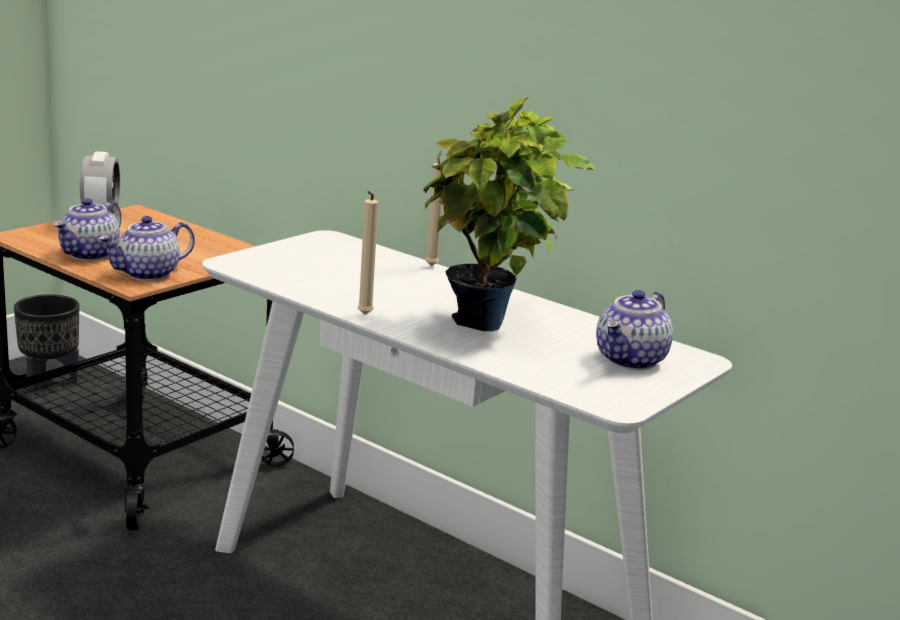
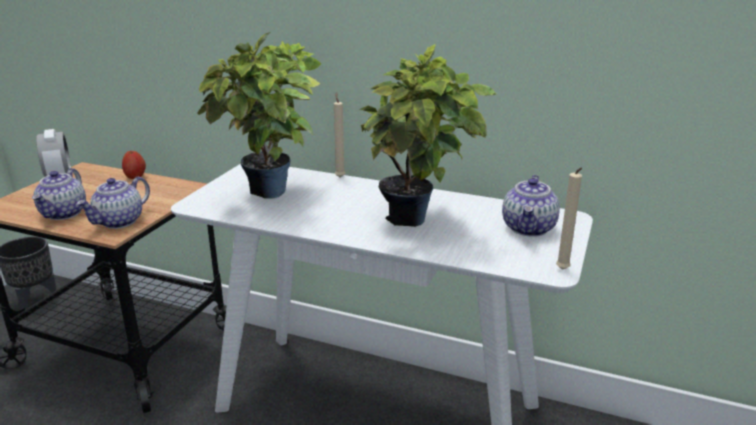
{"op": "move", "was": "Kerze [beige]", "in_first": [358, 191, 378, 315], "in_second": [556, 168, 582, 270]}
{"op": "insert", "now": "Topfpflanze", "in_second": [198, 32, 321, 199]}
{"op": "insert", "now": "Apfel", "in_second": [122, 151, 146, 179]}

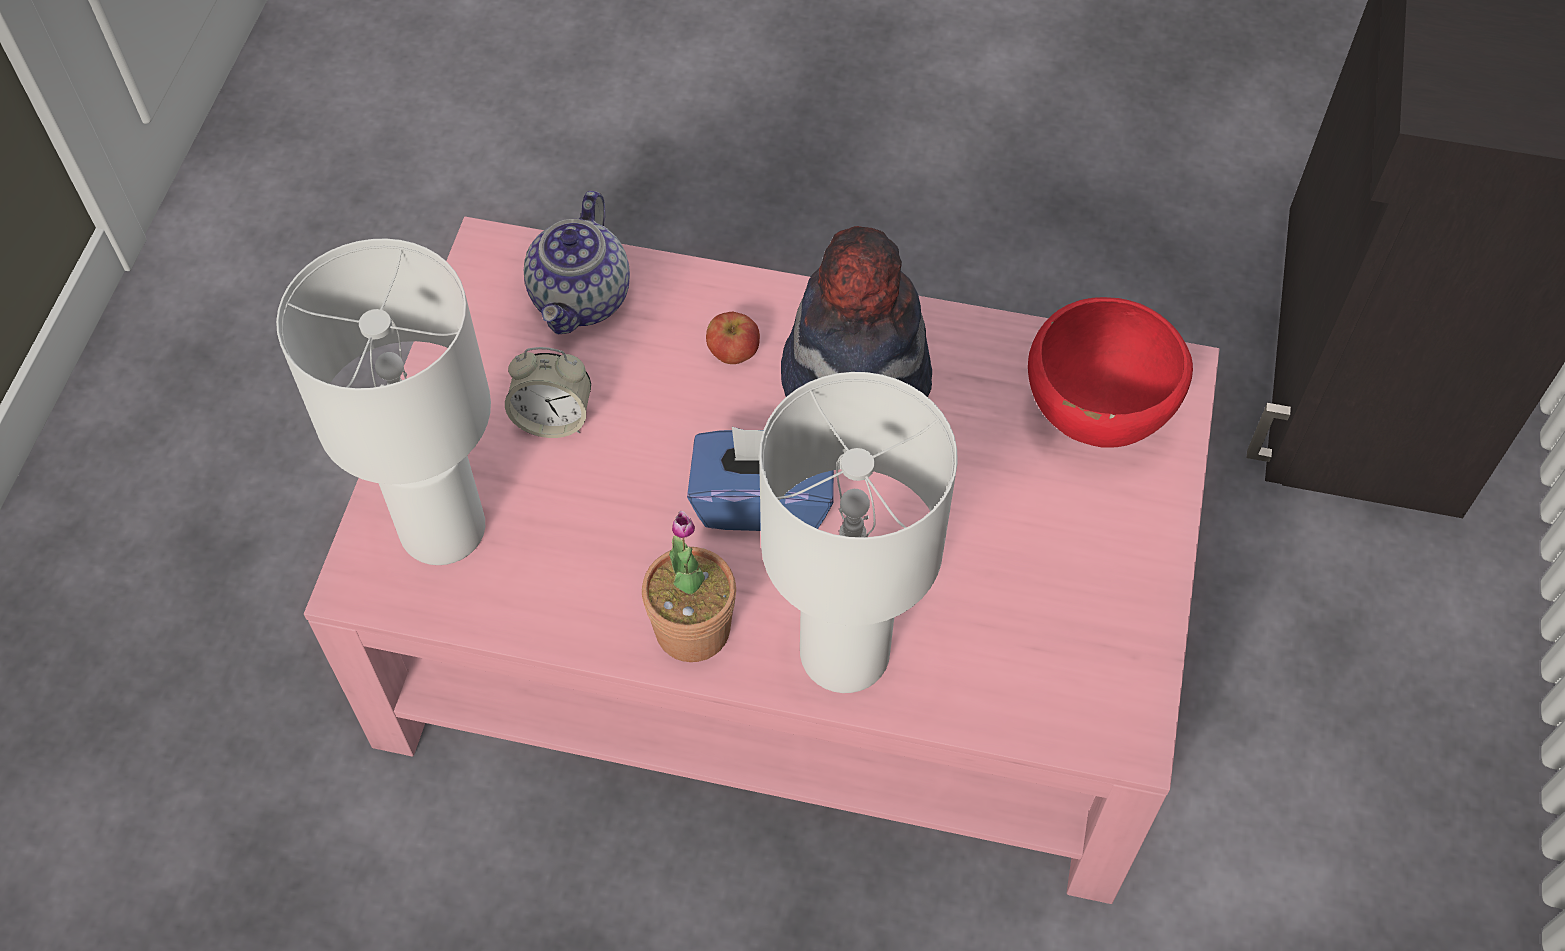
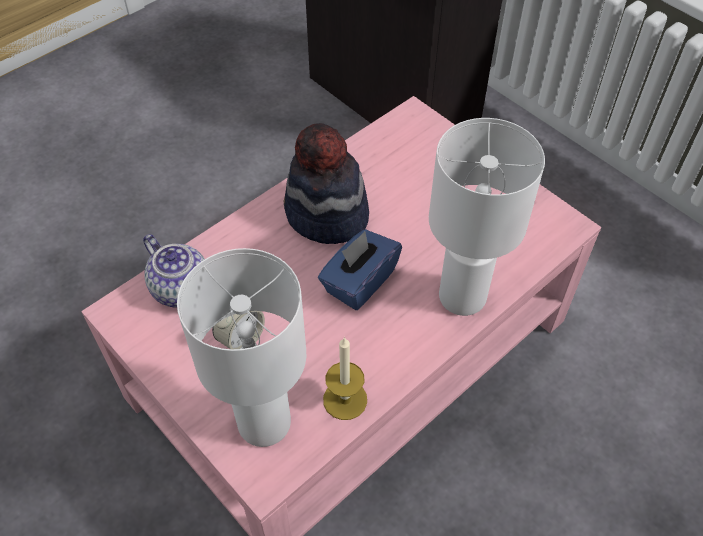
{"op": "delete", "was": "Schüssel [rot]", "in_first": [1028, 297, 1193, 448]}
{"op": "delete", "was": "Apfel", "in_first": [706, 312, 760, 364]}
{"op": "delete", "was": "Topfpflanze", "in_first": [642, 511, 736, 662]}
{"op": "insert", "now": "Kerze", "in_second": [323, 337, 367, 420]}

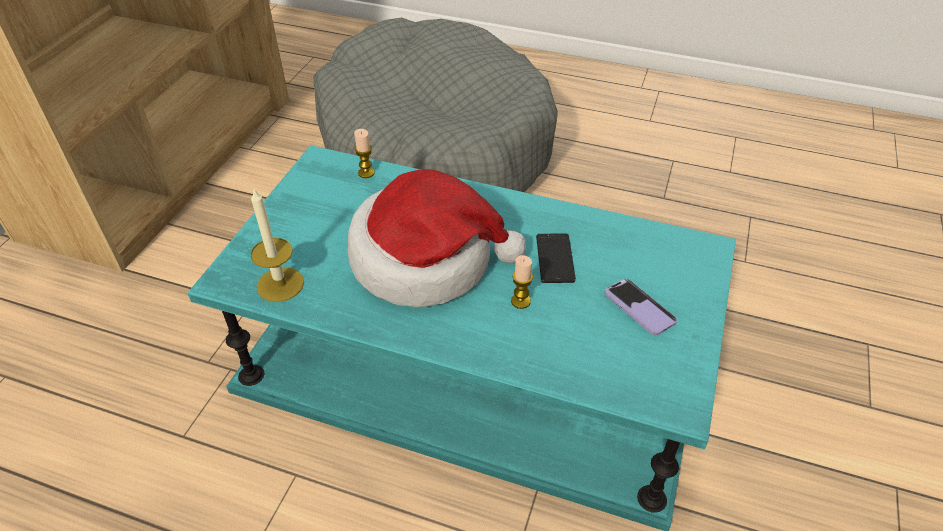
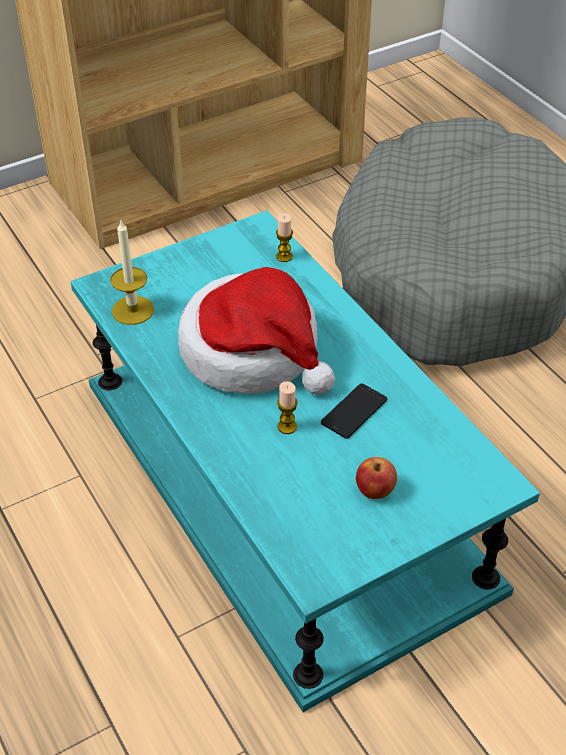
{"op": "replace", "was": "Handy", "now": "Apfel", "in_first": [605, 279, 677, 335], "in_second": [356, 457, 397, 499]}

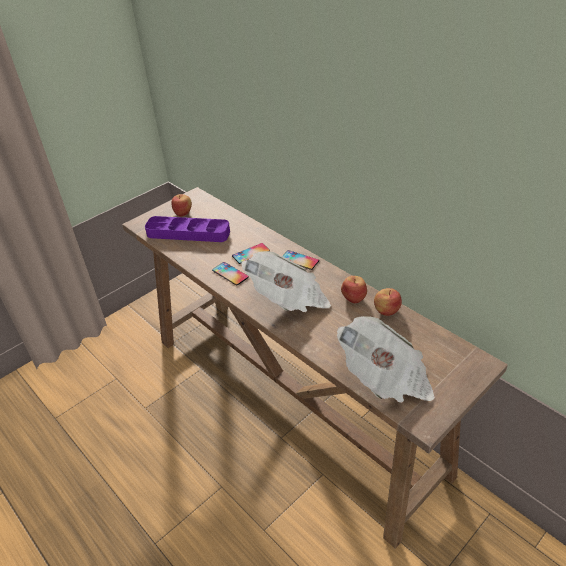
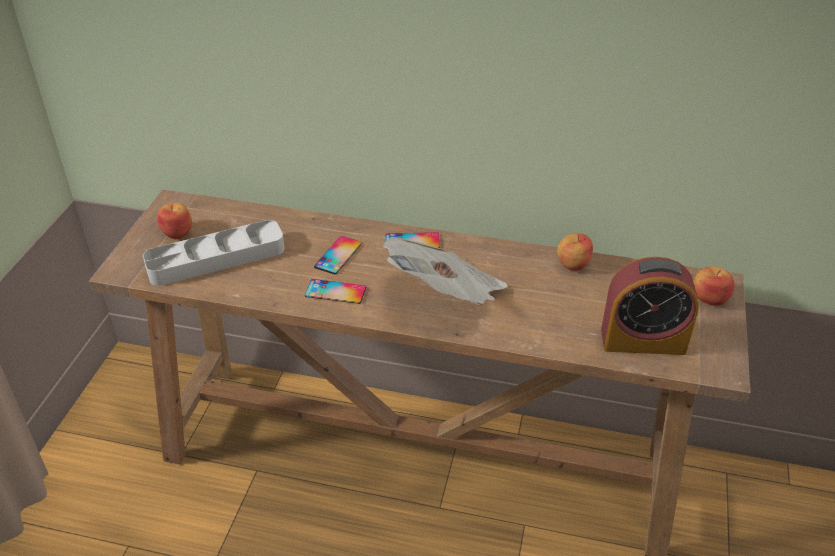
{"op": "recolor", "was": "Tablett [lila]", "now": "Tablett [grau]", "in_first": [145, 216, 230, 242], "in_second": [143, 220, 285, 286]}
{"op": "move", "was": "Apfel", "in_first": [341, 276, 367, 303], "in_second": [693, 266, 734, 306]}
{"op": "replace", "was": "Zeitung", "now": "Wecker", "in_first": [337, 316, 435, 403], "in_second": [601, 257, 699, 355]}

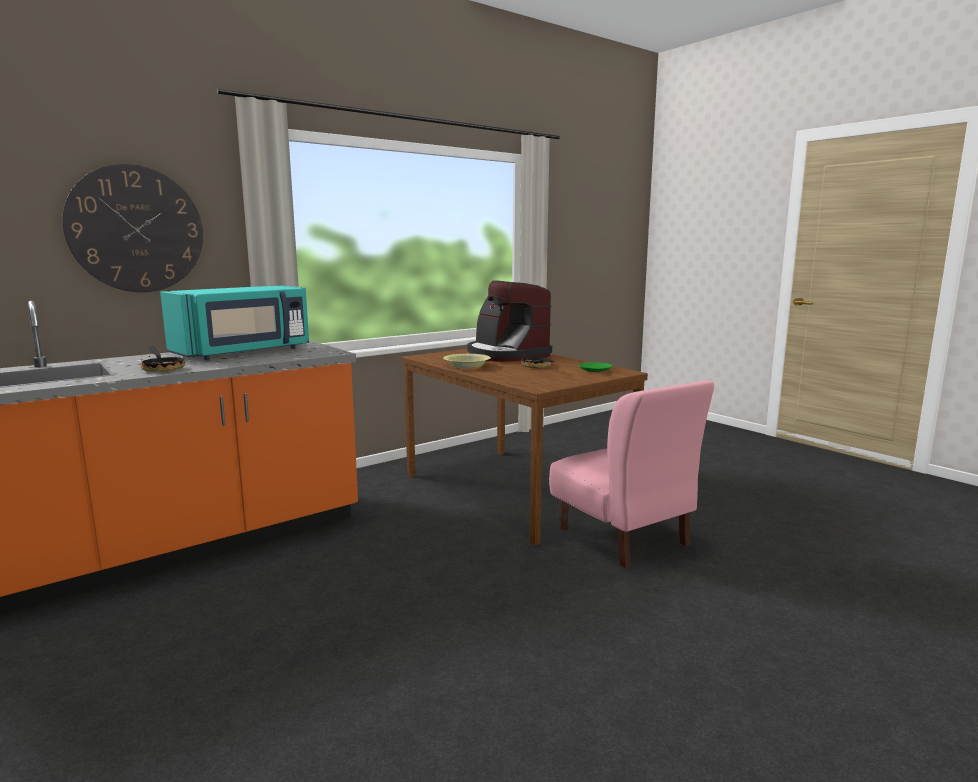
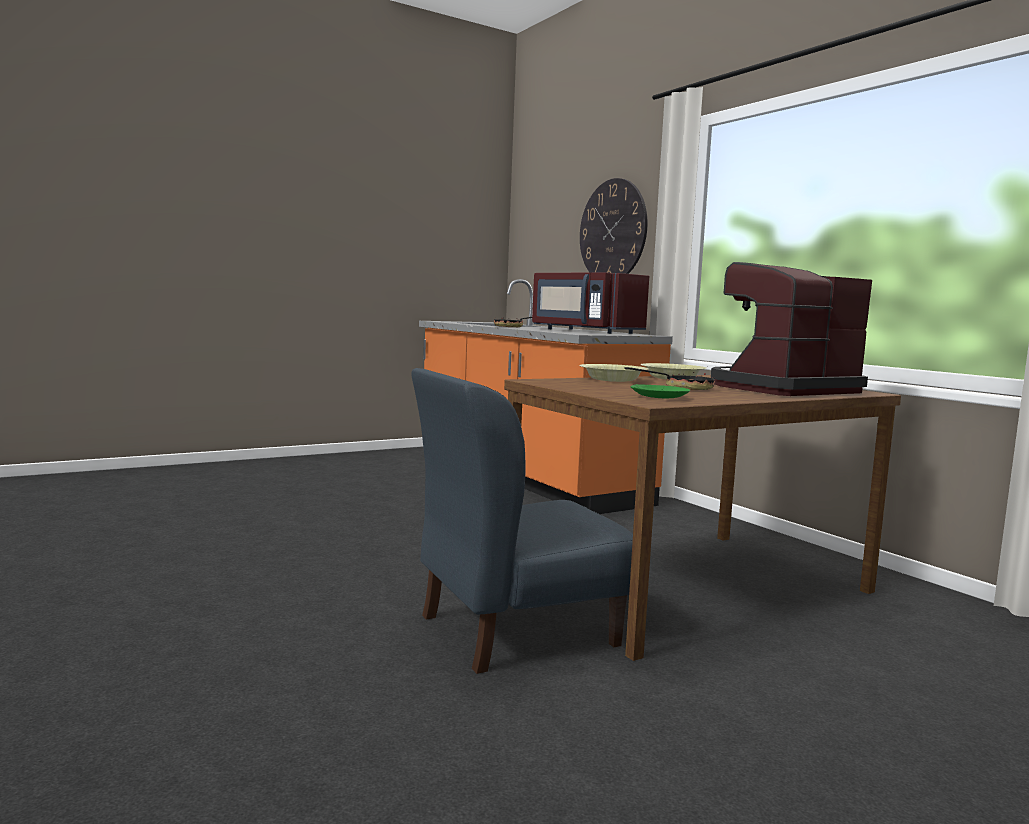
{"op": "recolor", "was": "Mikrowelle [türkis]", "now": "Mikrowelle [rot]", "in_first": [160, 285, 309, 360], "in_second": [532, 272, 649, 334]}
{"op": "recolor", "was": "Stuhl [rosa]", "now": "Stuhl [blau]", "in_first": [549, 380, 714, 568], "in_second": [411, 368, 633, 674]}
{"op": "insert", "now": "Schüssel [gelb]", "in_second": [579, 364, 649, 382]}

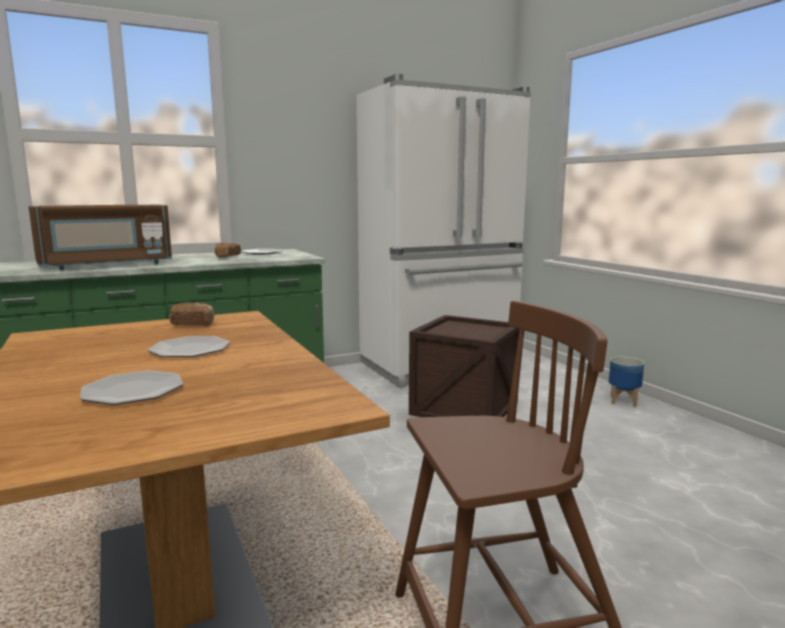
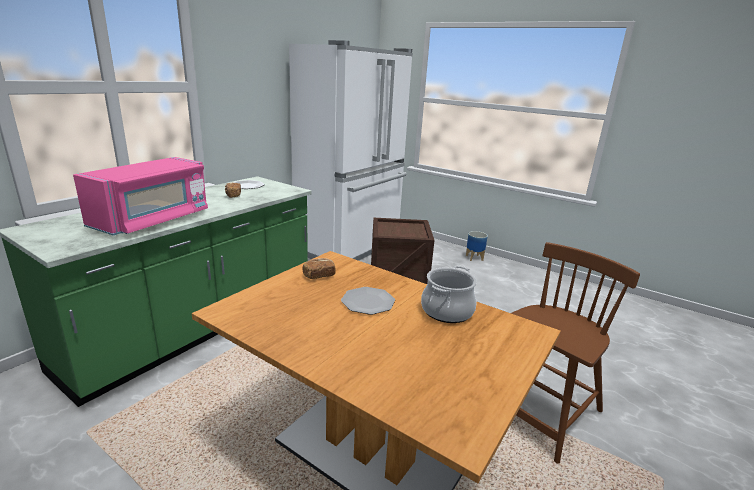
{"op": "recolor", "was": "Mikrowelle [braun]", "now": "Mikrowelle [rosa]", "in_first": [29, 205, 172, 270], "in_second": [73, 157, 208, 236]}
{"op": "delete", "was": "Teller", "in_first": [80, 370, 183, 405]}
{"op": "insert", "now": "Kochtopf", "in_second": [421, 266, 477, 323]}

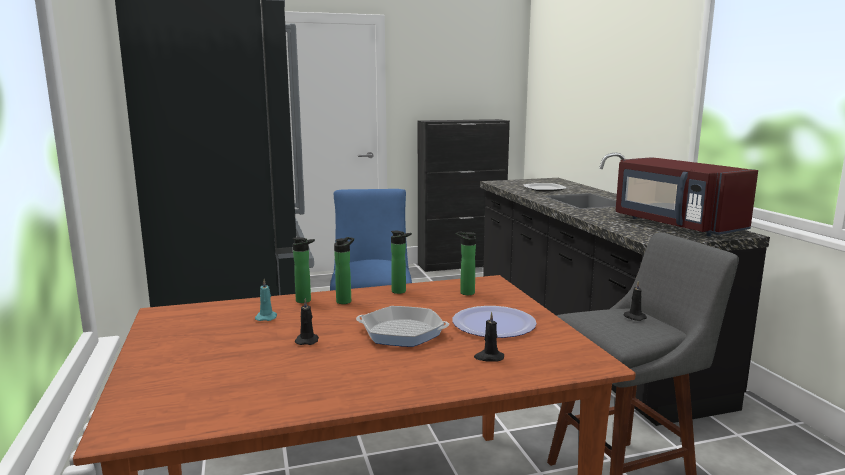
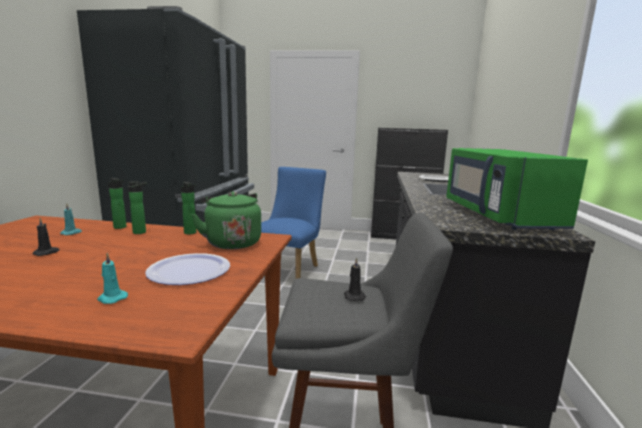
{"op": "recolor", "was": "Mikrowelle [rot]", "now": "Mikrowelle [grün]", "in_first": [616, 157, 758, 236], "in_second": [447, 148, 588, 230]}
{"op": "replace", "was": "Flasche", "now": "Wasserkessel [grün]", "in_first": [456, 231, 476, 295], "in_second": [191, 191, 261, 249]}
{"op": "delete", "was": "Pfanne", "in_first": [356, 306, 449, 347]}
{"op": "recolor", "was": "Kerze [schwarz]", "now": "Kerze [türkis]", "in_first": [474, 312, 504, 362], "in_second": [97, 253, 128, 304]}

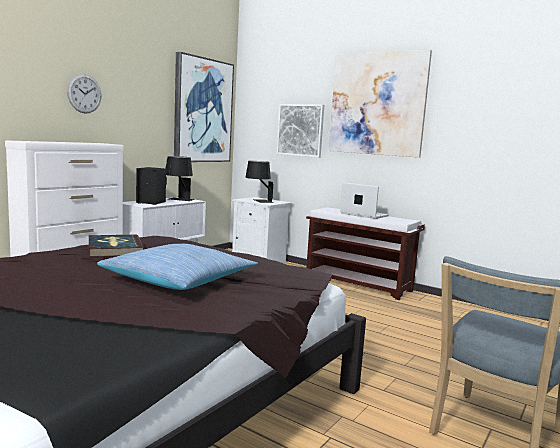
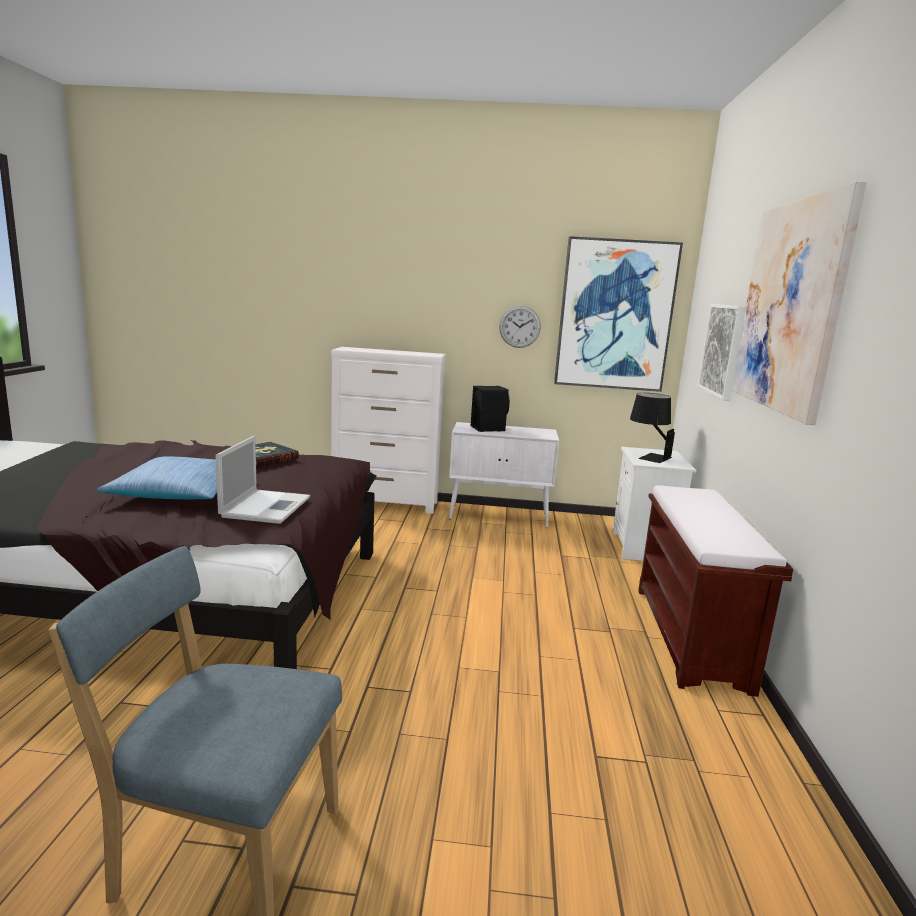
{"op": "move", "was": "Wanduhr", "in_first": [67, 74, 101, 113], "in_second": [499, 306, 541, 348]}
{"op": "delete", "was": "Tischlampe [schwarz]", "in_first": [166, 156, 195, 201]}
{"op": "move", "was": "Laptop", "in_first": [340, 182, 389, 219], "in_second": [216, 436, 310, 524]}

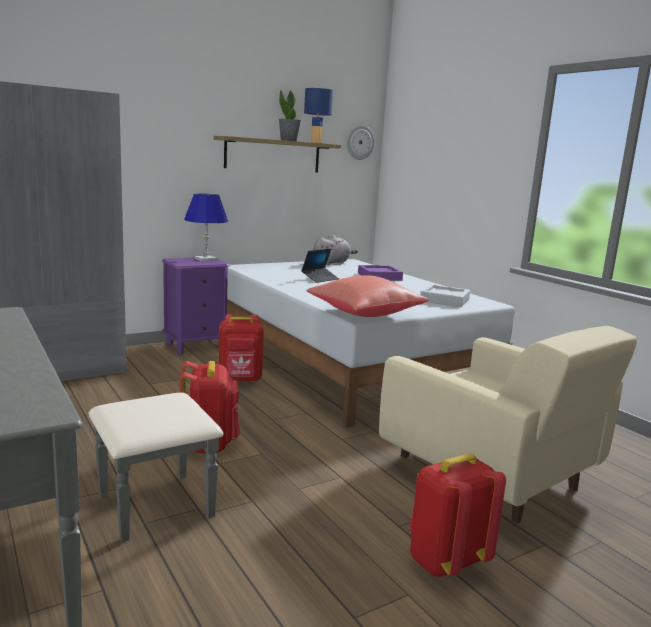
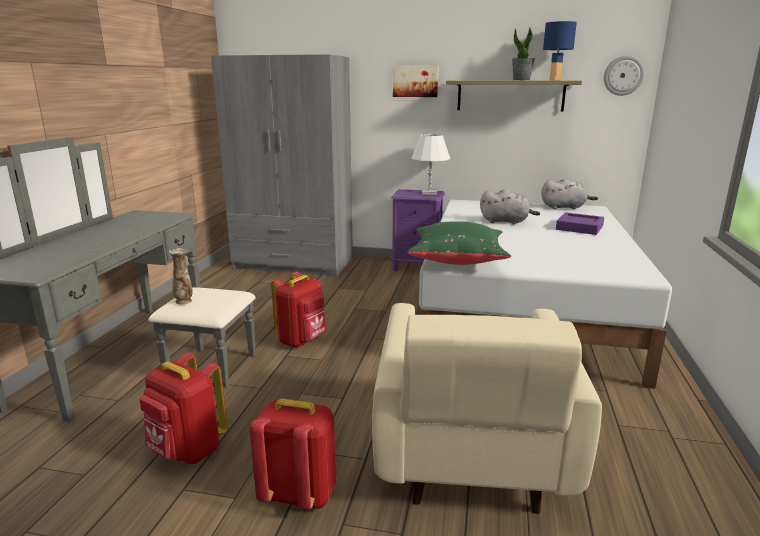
{"op": "recolor", "was": "Tischlampe [blau]", "now": "Tischlampe [weiß]", "in_first": [184, 193, 228, 261], "in_second": [412, 134, 450, 195]}
{"op": "replace", "was": "Laptop", "now": "Plüschtier [grau]", "in_first": [301, 249, 339, 283], "in_second": [480, 189, 540, 225]}
{"op": "recolor", "was": "Kissen [rot]", "now": "Kissen [grün]", "in_first": [306, 275, 429, 317], "in_second": [408, 221, 511, 265]}
{"op": "delete", "was": "Tablett [grau]", "in_first": [420, 284, 470, 307]}
{"op": "move", "was": "Rucksack [rot]", "in_first": [218, 314, 264, 382], "in_second": [140, 353, 227, 464]}
{"op": "insert", "now": "Bild", "in_second": [393, 66, 439, 97]}
{"op": "insert", "now": "Vase", "in_second": [169, 248, 193, 304]}

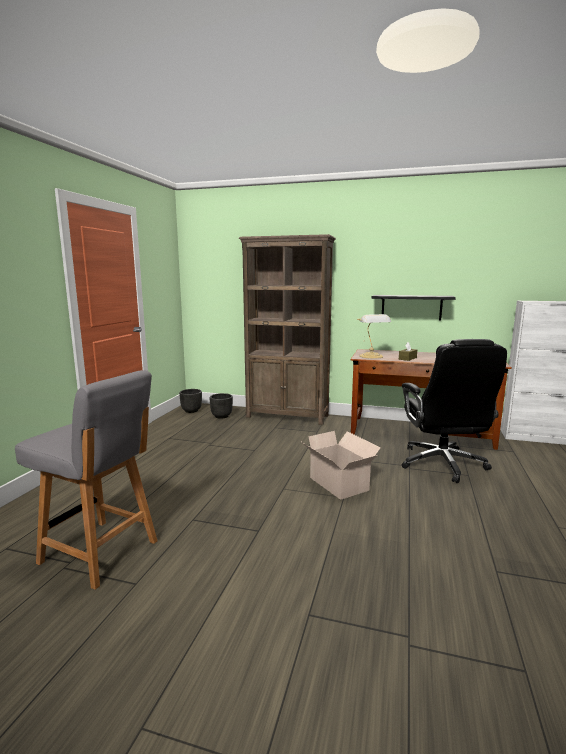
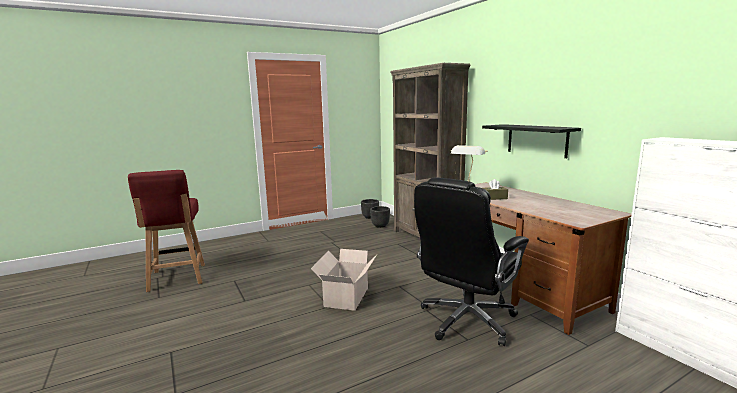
{"op": "recolor", "was": "Stuhl [grau]", "now": "Stuhl [rot]", "in_first": [15, 370, 158, 590], "in_second": [128, 170, 205, 292]}

